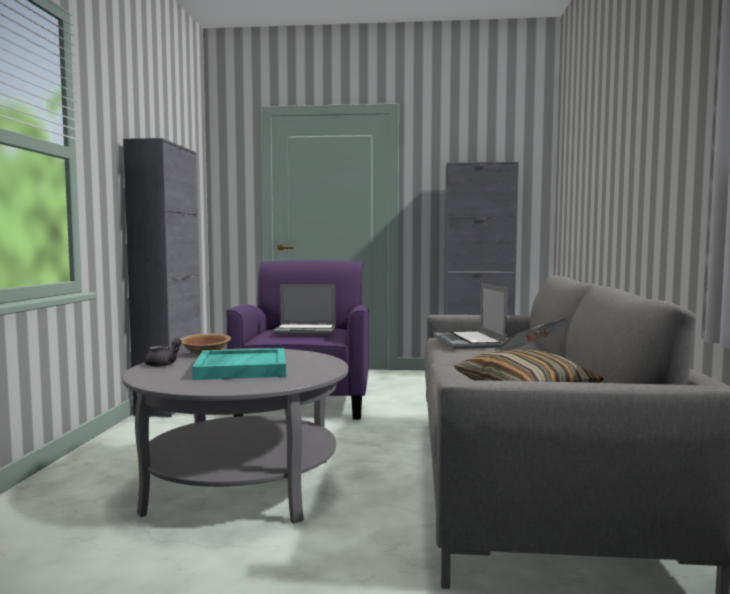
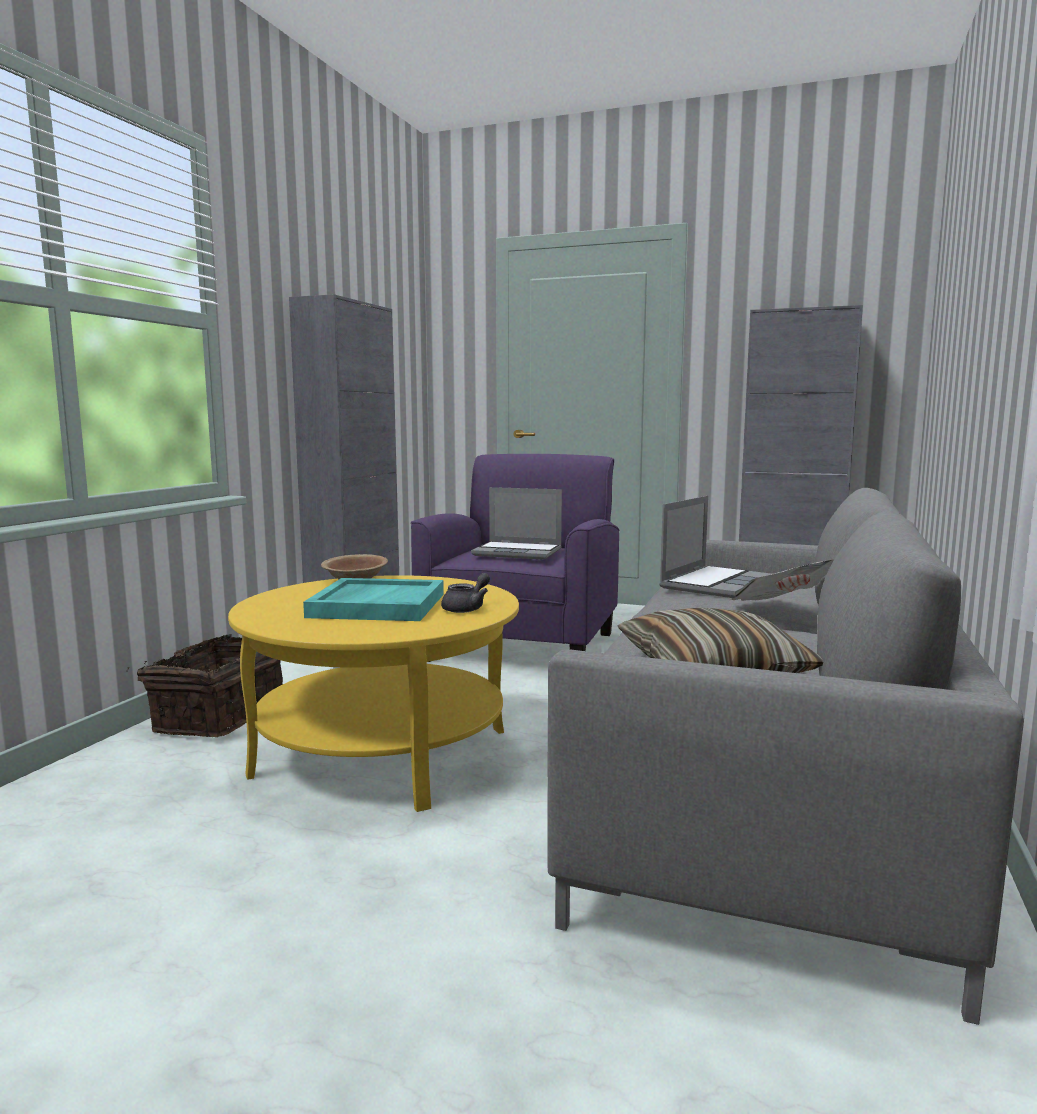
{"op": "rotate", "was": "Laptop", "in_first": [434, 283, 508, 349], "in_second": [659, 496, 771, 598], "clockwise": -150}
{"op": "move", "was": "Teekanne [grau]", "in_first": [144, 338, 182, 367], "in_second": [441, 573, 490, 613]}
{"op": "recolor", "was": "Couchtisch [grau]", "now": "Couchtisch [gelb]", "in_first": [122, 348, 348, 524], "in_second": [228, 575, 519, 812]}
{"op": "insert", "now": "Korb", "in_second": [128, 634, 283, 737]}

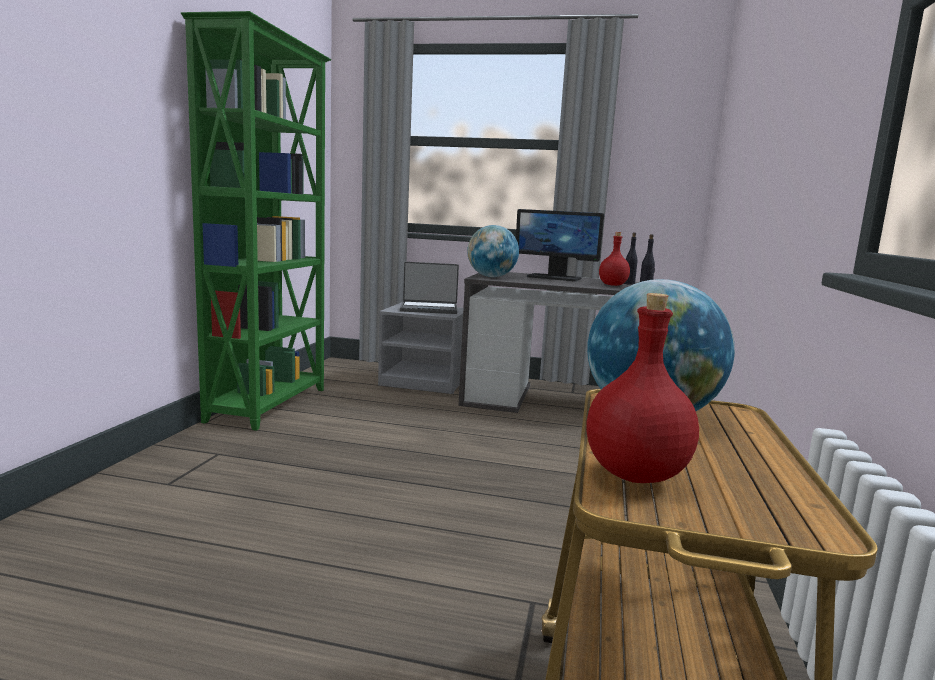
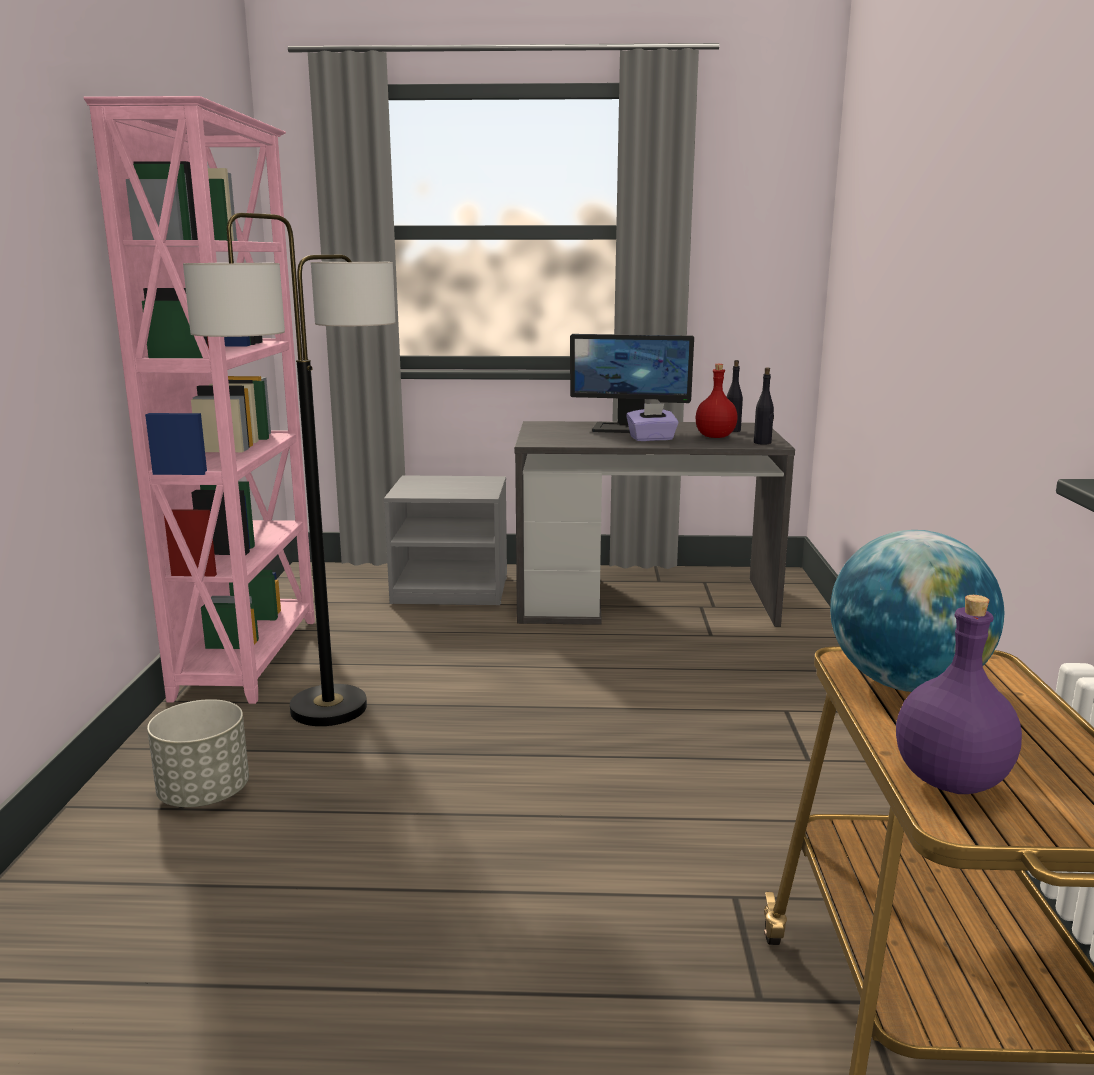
{"op": "recolor", "was": "Bücherregal [grün]", "now": "Bücherregal [rosa]", "in_first": [181, 11, 331, 431], "in_second": [83, 96, 315, 704]}
{"op": "delete", "was": "Globus", "in_first": [467, 225, 519, 277]}
{"op": "delete", "was": "Laptop", "in_first": [400, 262, 459, 314]}
{"op": "recolor", "was": "Flasche [rot]", "now": "Flasche [lila]", "in_first": [587, 293, 699, 483], "in_second": [896, 595, 1022, 794]}
{"op": "insert", "now": "Stehlampe", "in_second": [183, 213, 396, 726]}
{"op": "insert", "now": "Taschentuchbox [lila]", "in_second": [626, 403, 679, 441]}
{"op": "insert", "now": "Pflanzkübel [grau]", "in_second": [147, 699, 249, 807]}

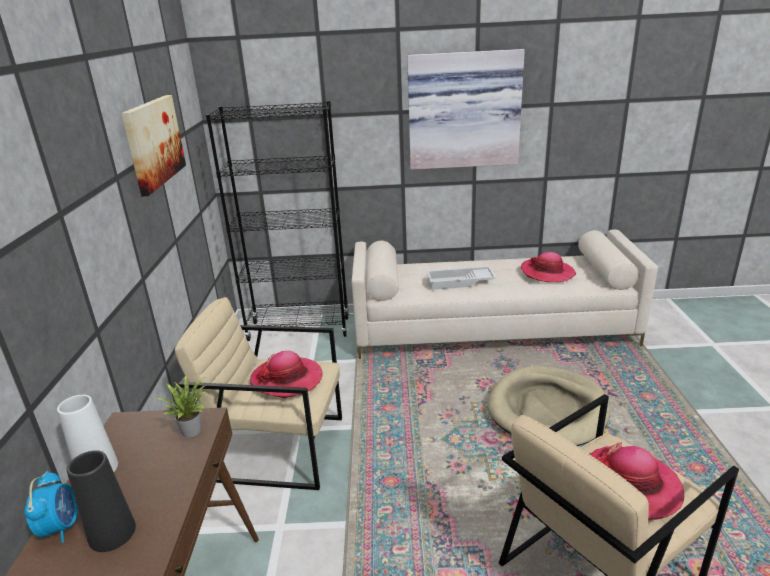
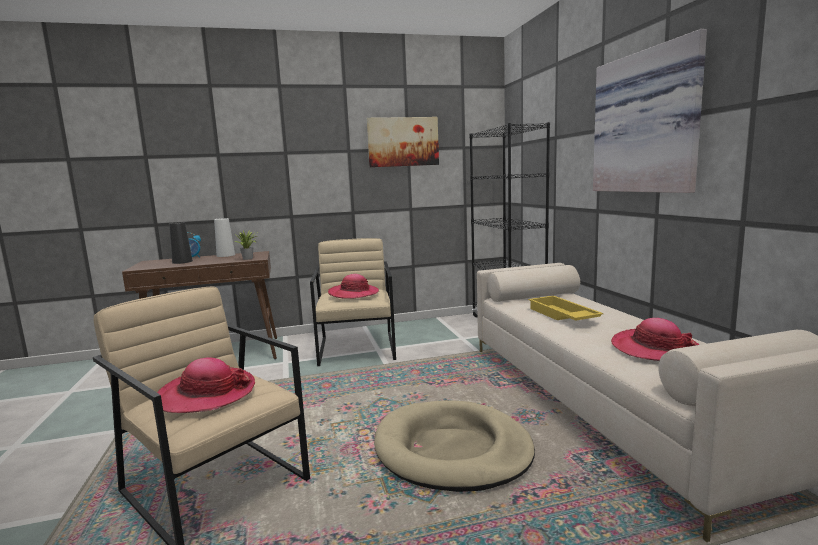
{"op": "recolor", "was": "Tablett [weiß]", "now": "Tablett [gelb]", "in_first": [426, 266, 496, 290], "in_second": [528, 296, 604, 321]}

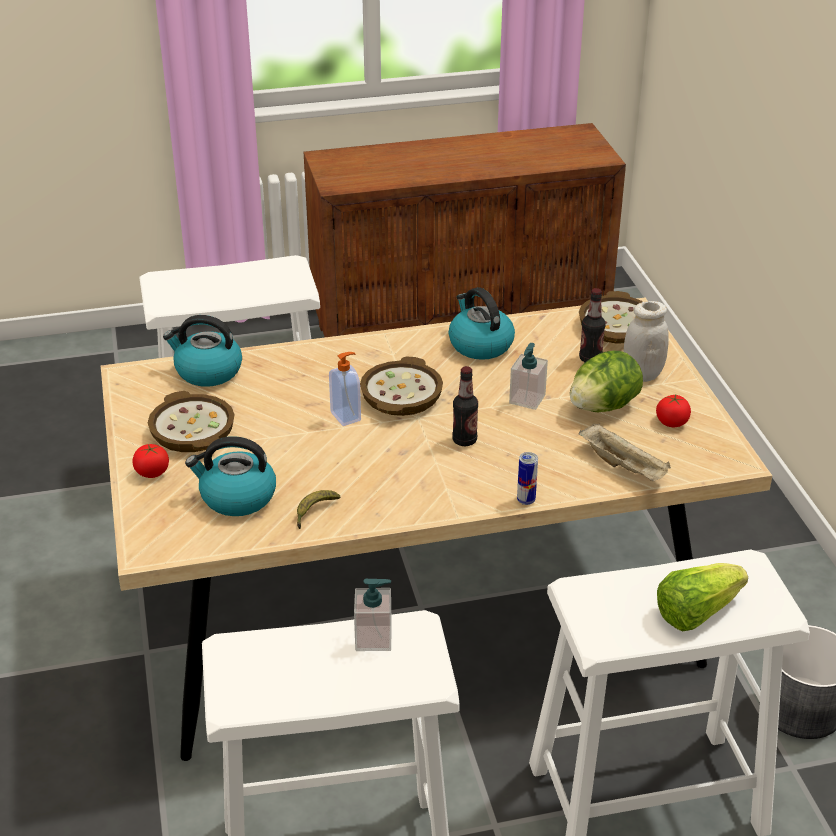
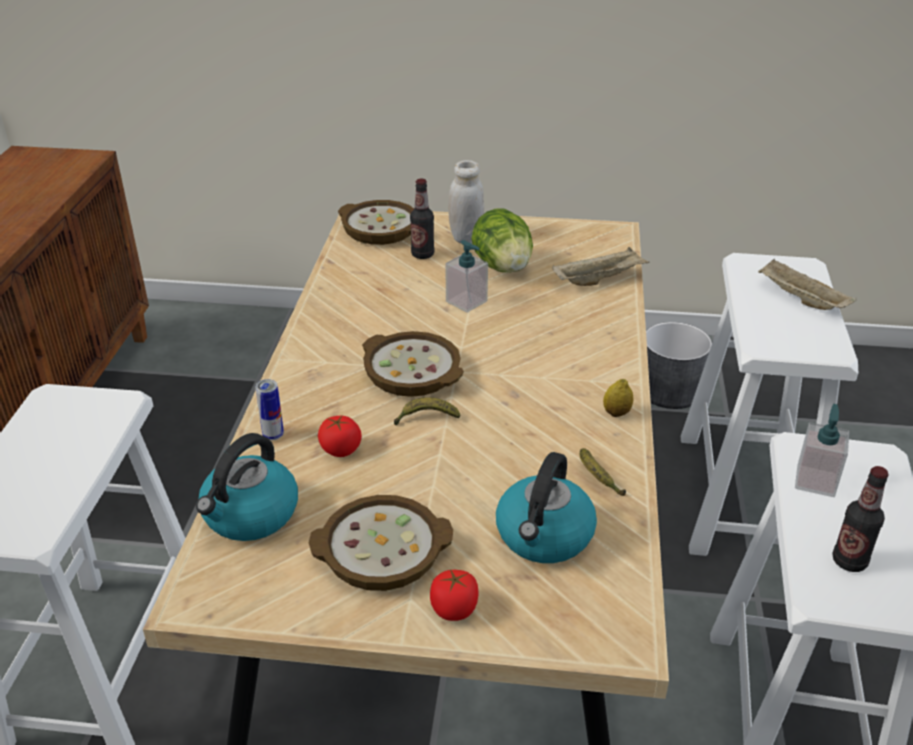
{"op": "delete", "was": "Wasserkessel", "in_first": [448, 287, 515, 360]}
{"op": "replace", "was": "Seifenspender", "now": "Banane", "in_first": [329, 352, 361, 426], "in_second": [394, 397, 460, 425]}
{"op": "move", "was": "Flasche", "in_first": [452, 366, 478, 446], "in_second": [832, 466, 889, 572]}
{"op": "move", "was": "Tomate", "in_first": [656, 395, 691, 427], "in_second": [318, 416, 362, 457]}
{"op": "move", "was": "Dose", "in_first": [517, 452, 538, 505], "in_second": [255, 379, 284, 440]}
{"op": "replace", "was": "Salatkopf", "now": "Tablett [beige]", "in_first": [657, 563, 748, 632], "in_second": [758, 259, 856, 310]}
{"op": "insert", "now": "Zitrone", "in_second": [603, 379, 633, 417]}

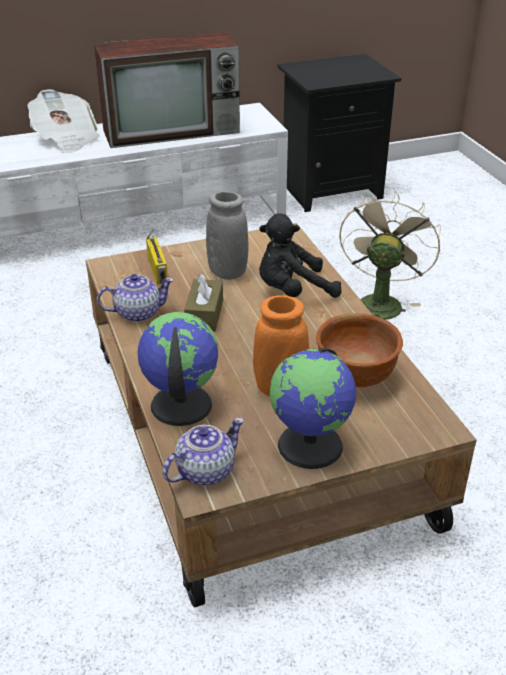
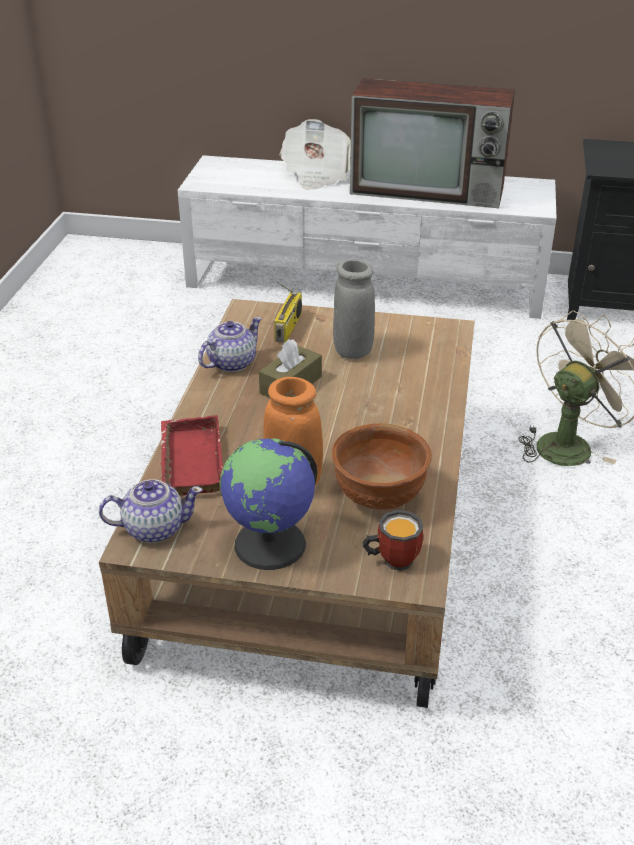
{"op": "delete", "was": "Plüschtier [schwarz]", "in_first": [259, 213, 342, 298]}
{"op": "rotate", "was": "Teekanne", "in_first": [97, 274, 174, 322], "in_second": [198, 317, 262, 372], "clockwise": -60}
{"op": "replace", "was": "Globus", "now": "Tablett [rot]", "in_first": [137, 312, 218, 426], "in_second": [160, 415, 223, 496]}
{"op": "insert", "now": "Henkelbecher", "in_second": [362, 510, 423, 571]}

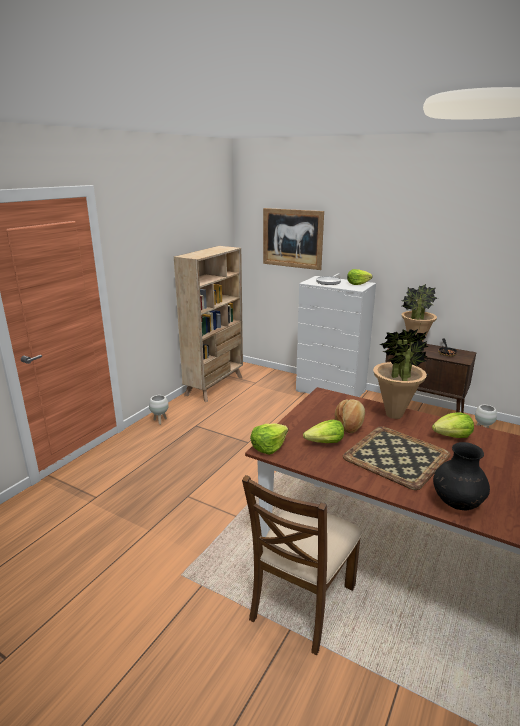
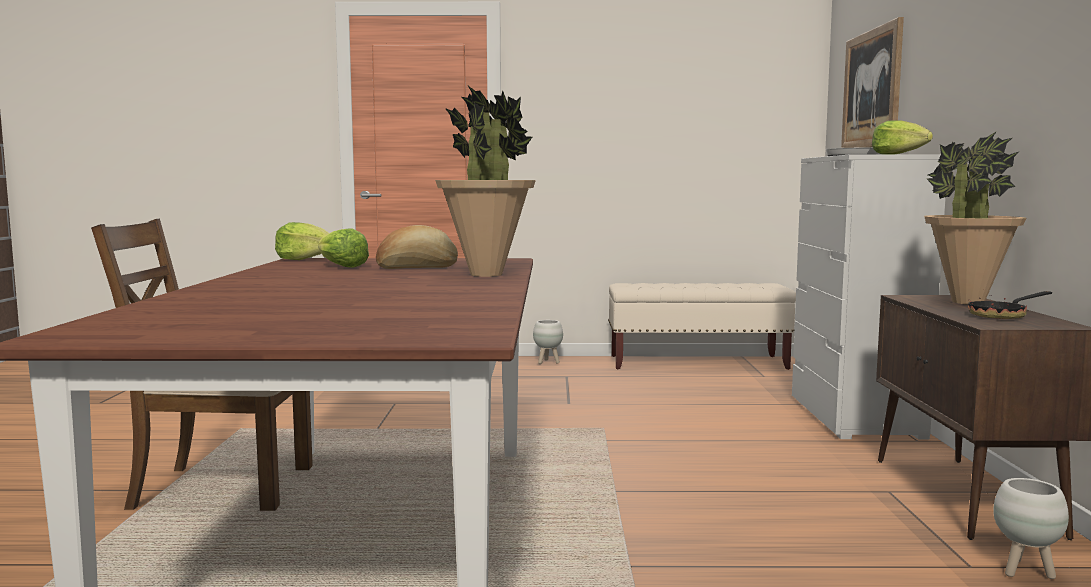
{"op": "replace", "was": "Bücherregal [beige]", "now": "Bank [beige]", "in_first": [174, 246, 243, 402], "in_second": [608, 283, 796, 370]}
{"op": "delete", "was": "Salatkopf", "in_first": [432, 413, 474, 438]}
{"op": "delete", "was": "Tablett", "in_first": [343, 426, 451, 490]}
{"op": "delete", "was": "Vase [schwarz]", "in_first": [433, 442, 490, 510]}

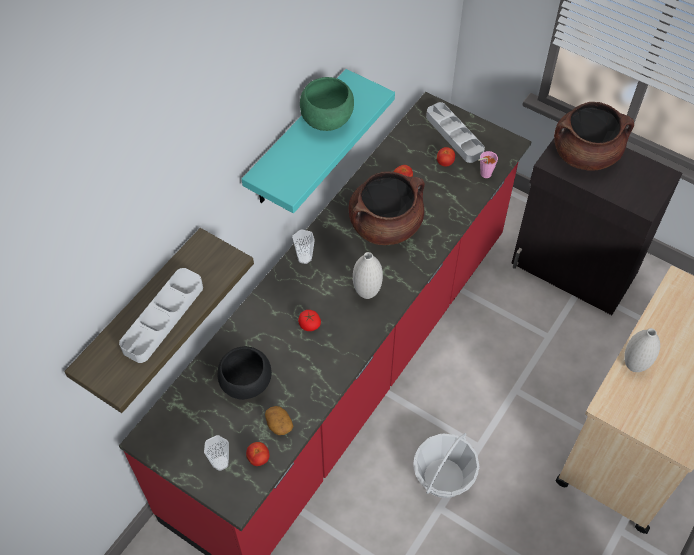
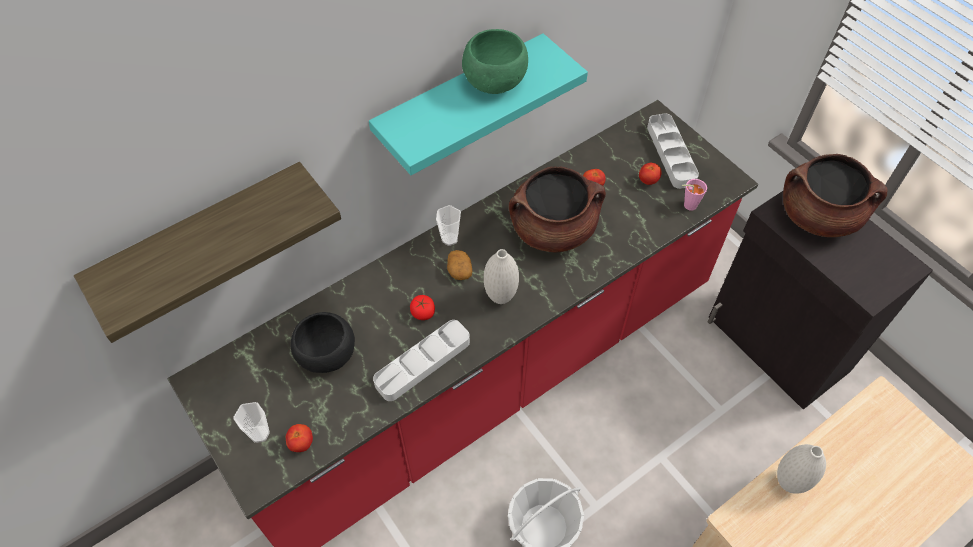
{"op": "move", "was": "Tablett [grau]", "in_first": [119, 268, 203, 363], "in_second": [373, 320, 470, 401]}
{"op": "move", "was": "Kartoffel", "in_first": [265, 406, 293, 435], "in_second": [447, 250, 472, 280]}

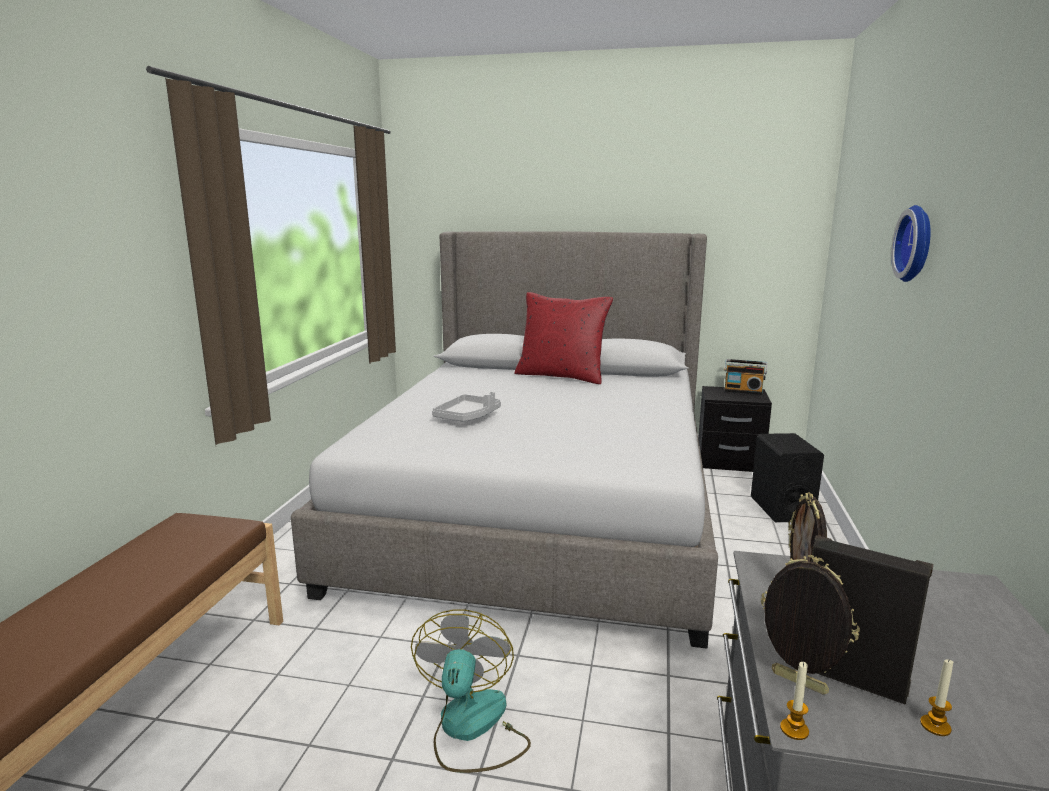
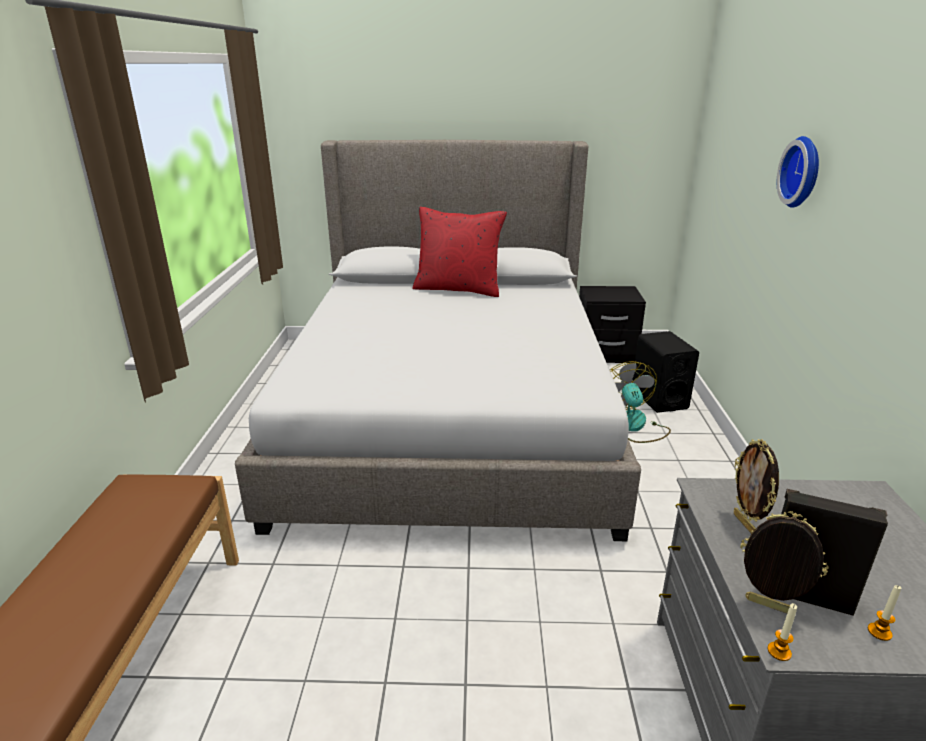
{"op": "delete", "was": "Radio", "in_first": [724, 359, 767, 395]}
{"op": "delete", "was": "Tablett [grau]", "in_first": [432, 392, 501, 422]}
{"op": "move", "was": "Ventilator", "in_first": [411, 609, 531, 773], "in_second": [610, 361, 671, 443]}

